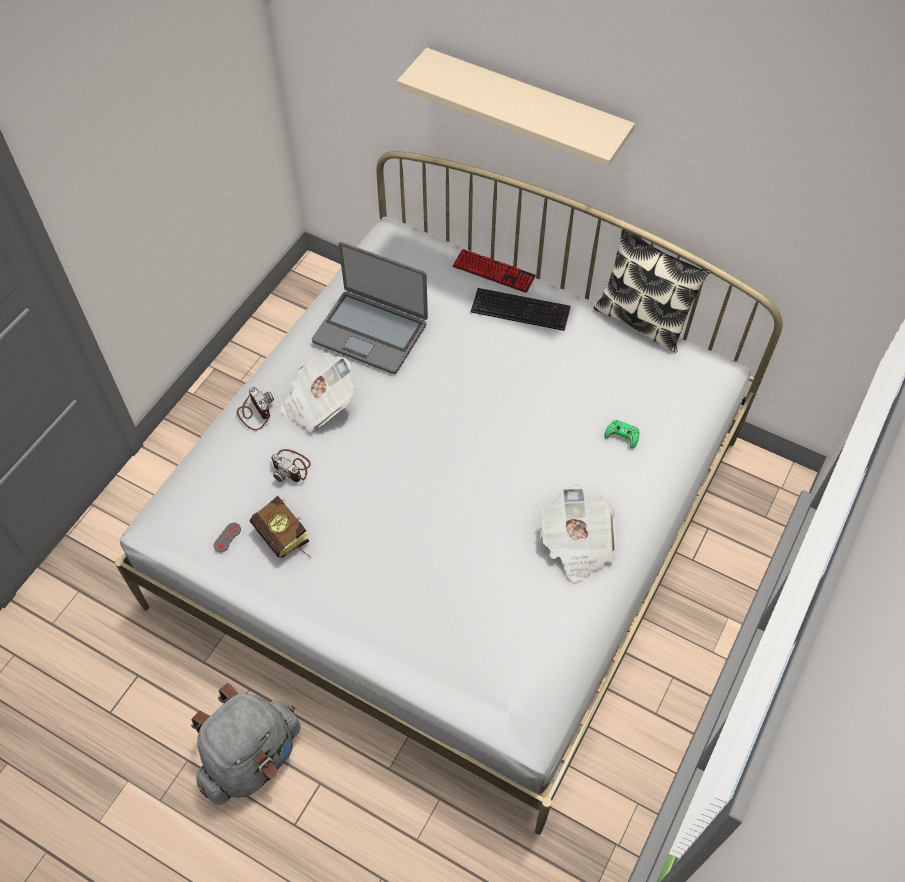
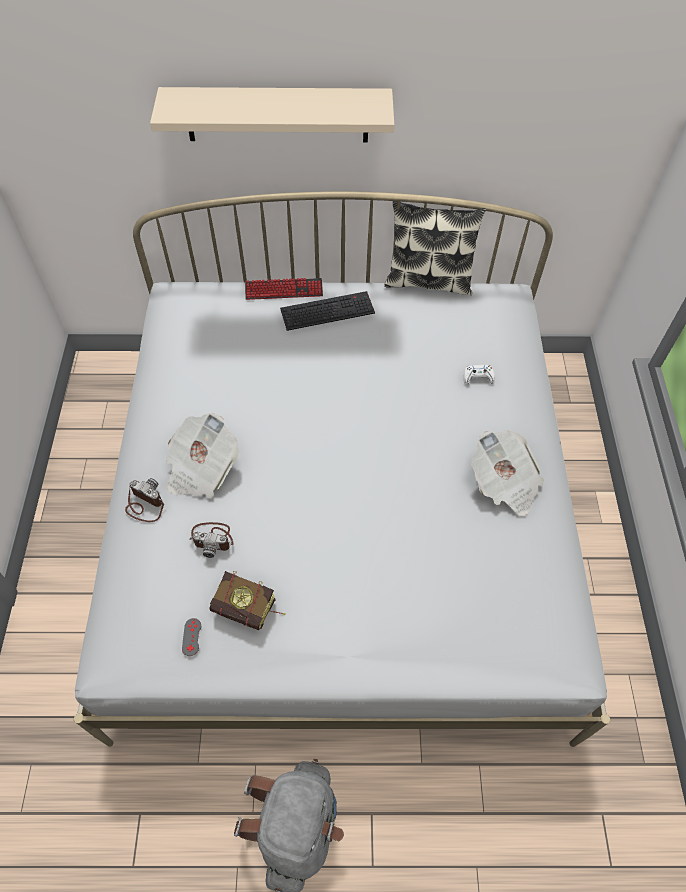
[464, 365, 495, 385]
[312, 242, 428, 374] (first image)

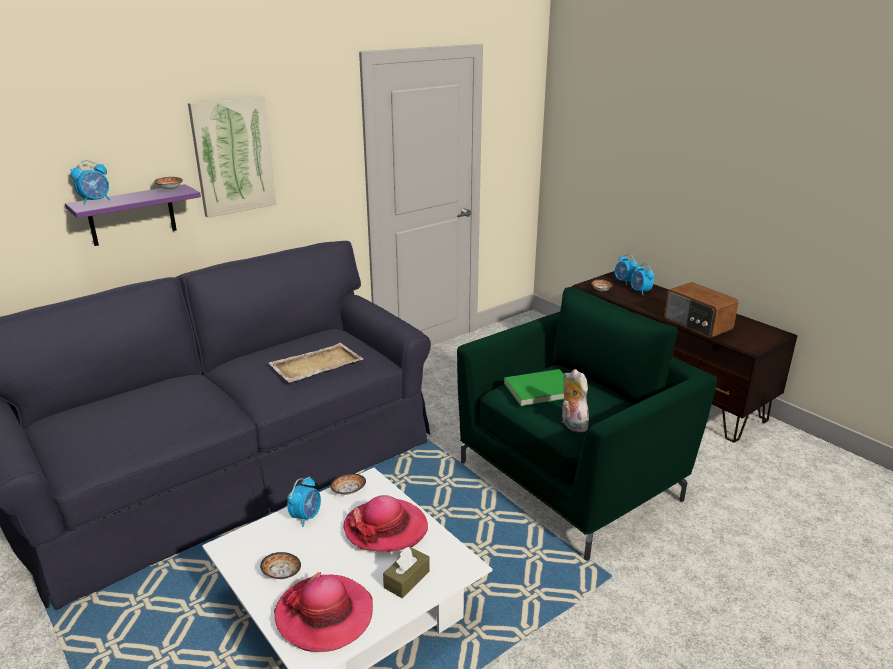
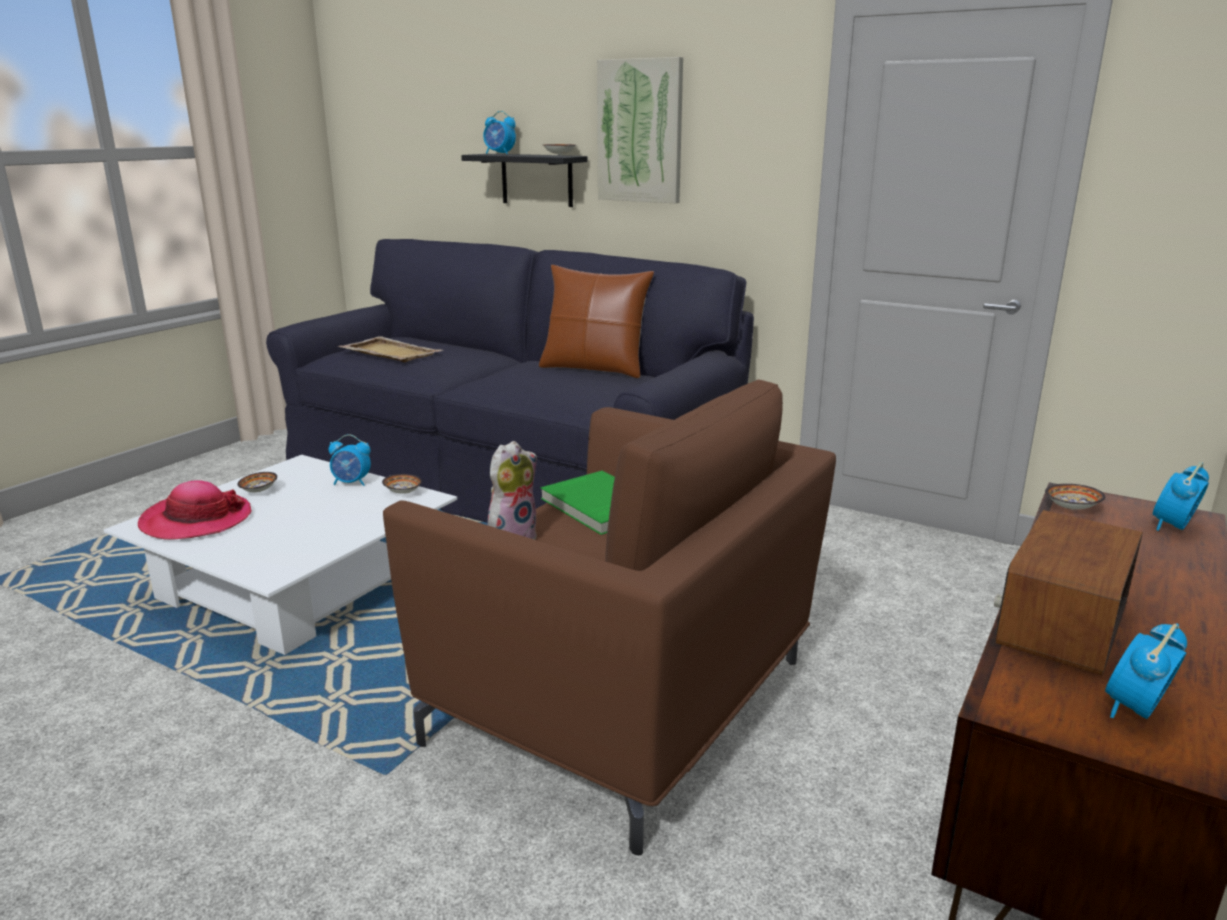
[338, 336, 443, 362]
[383, 379, 836, 855]
[461, 154, 588, 207]
[539, 265, 654, 378]
[1105, 623, 1187, 719]
[343, 495, 428, 552] (first image)
[383, 547, 430, 598] (first image)

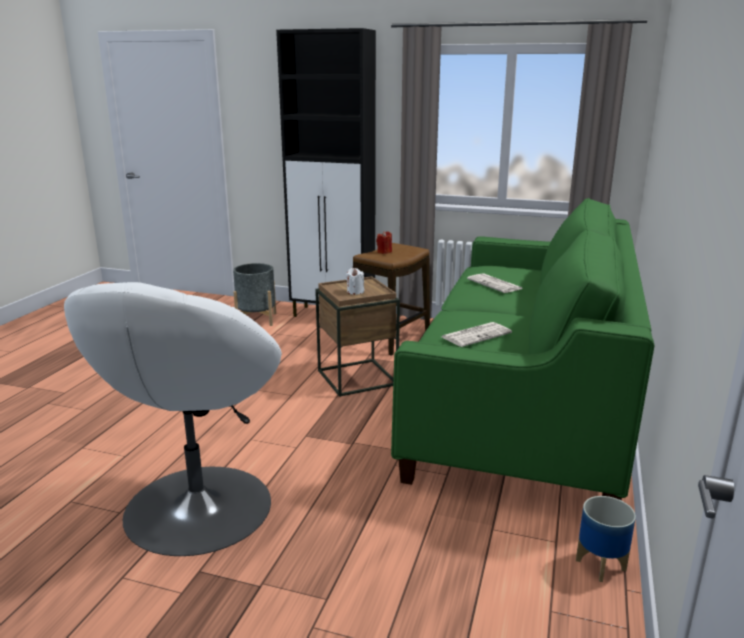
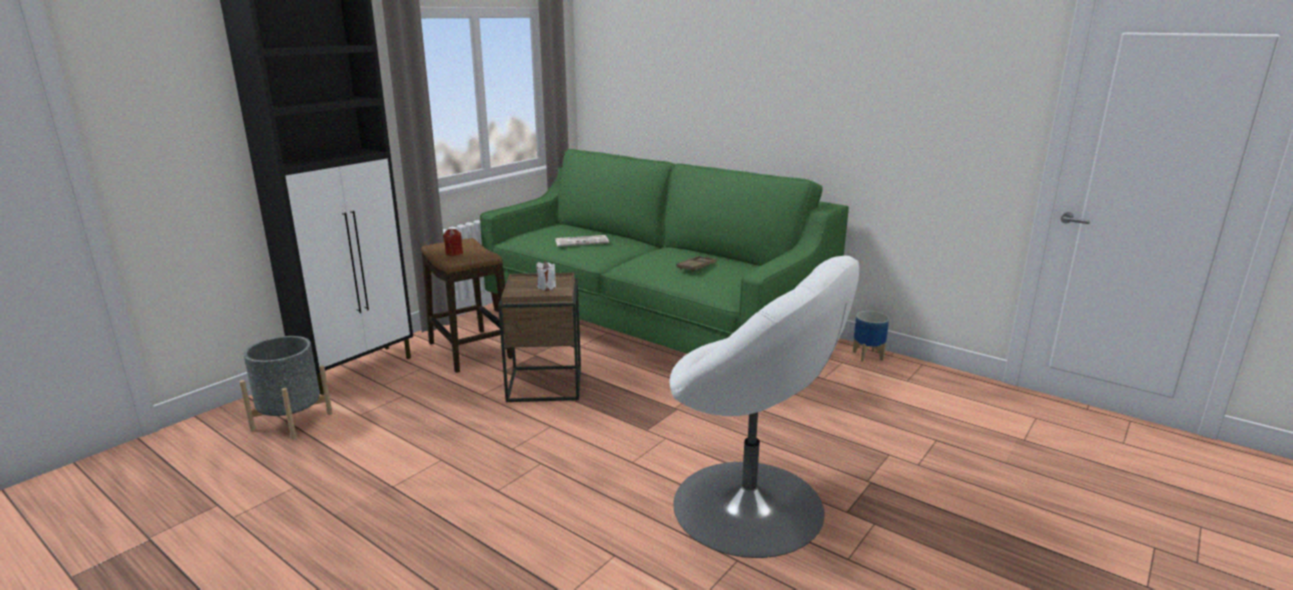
[676, 256, 717, 272]

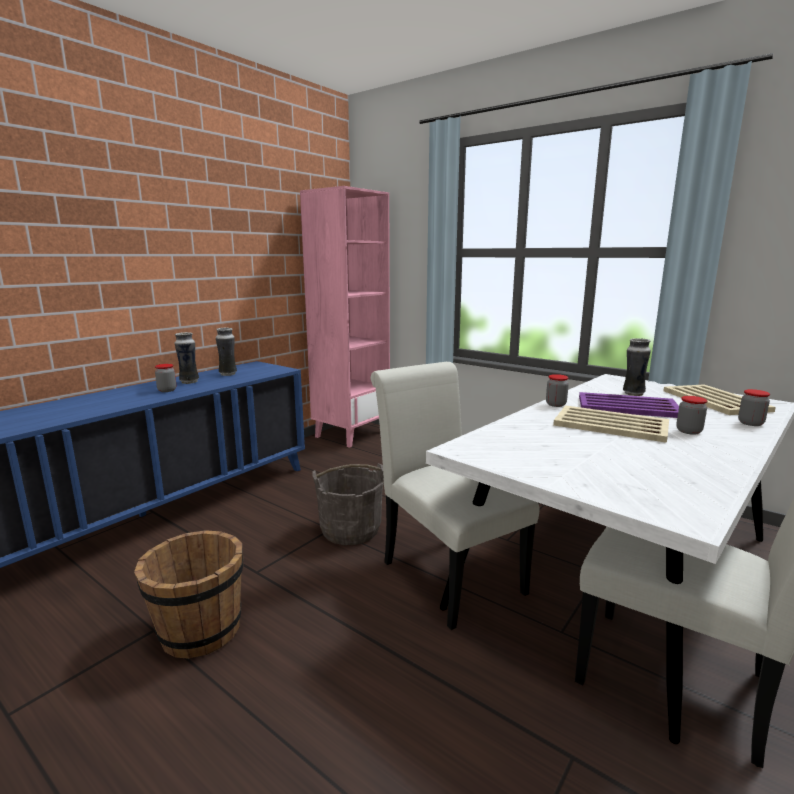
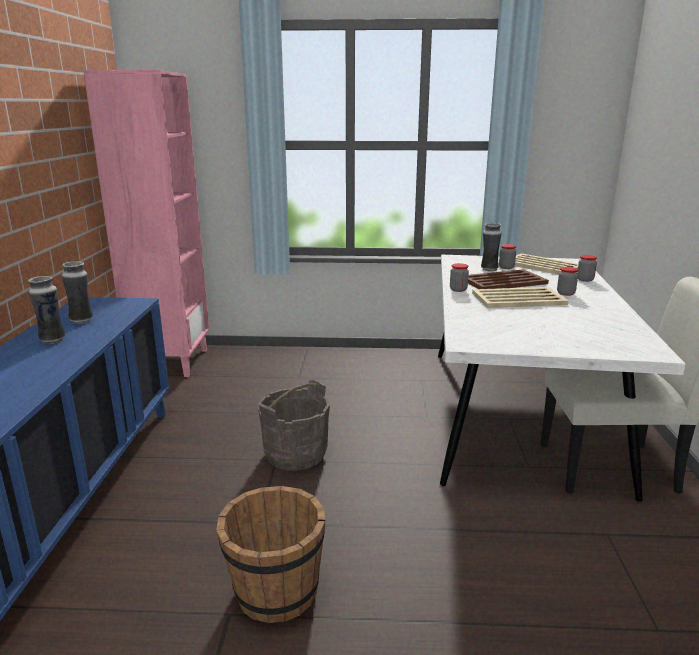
[468, 269, 549, 289]
[499, 244, 516, 269]
[371, 362, 540, 630] (first image)

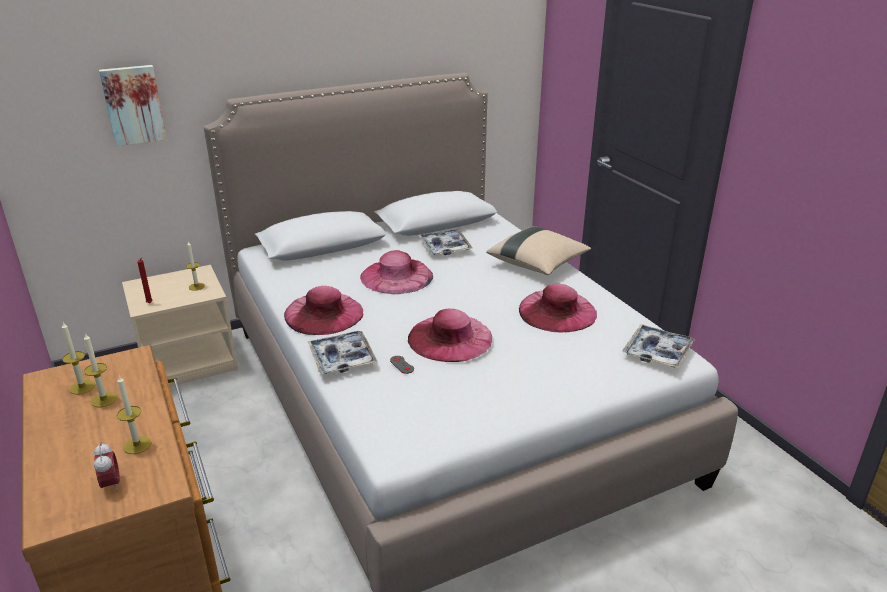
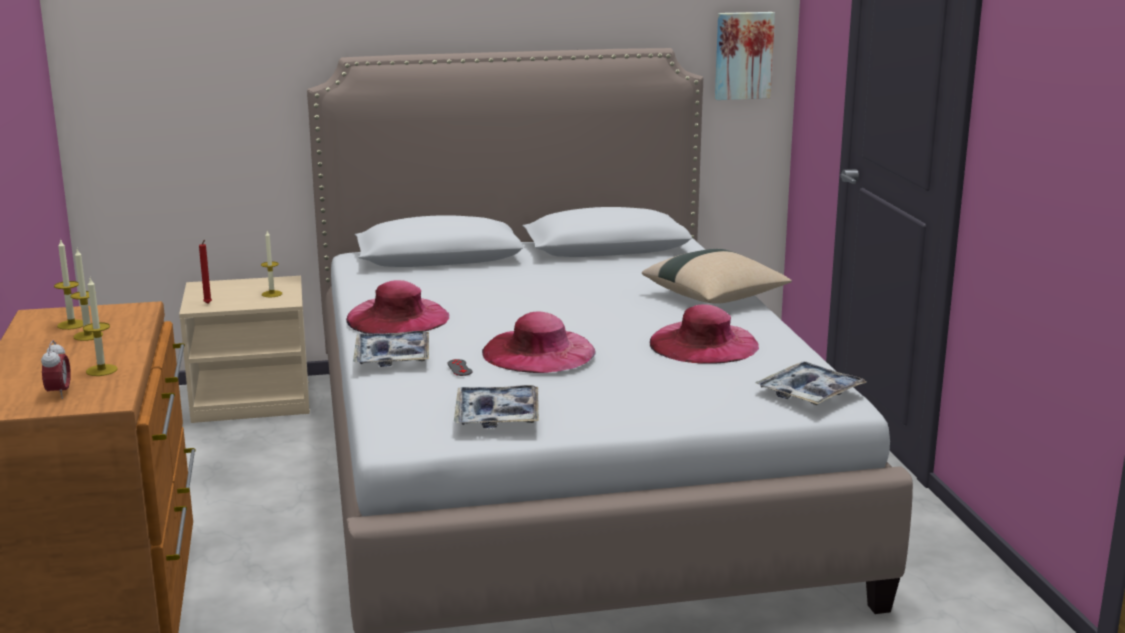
[454, 385, 539, 428]
[715, 12, 775, 100]
[360, 250, 433, 294] (first image)

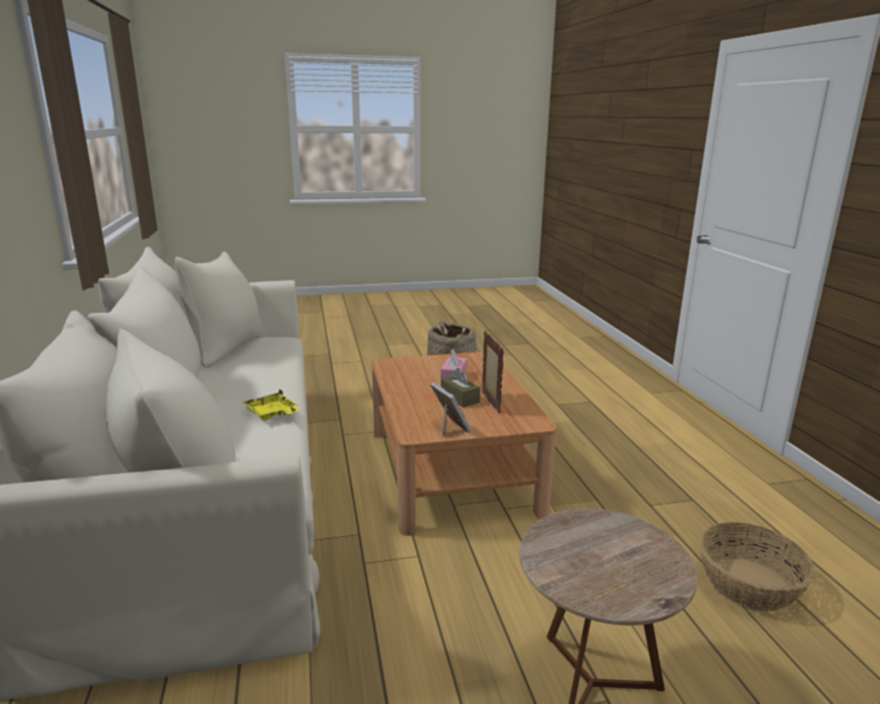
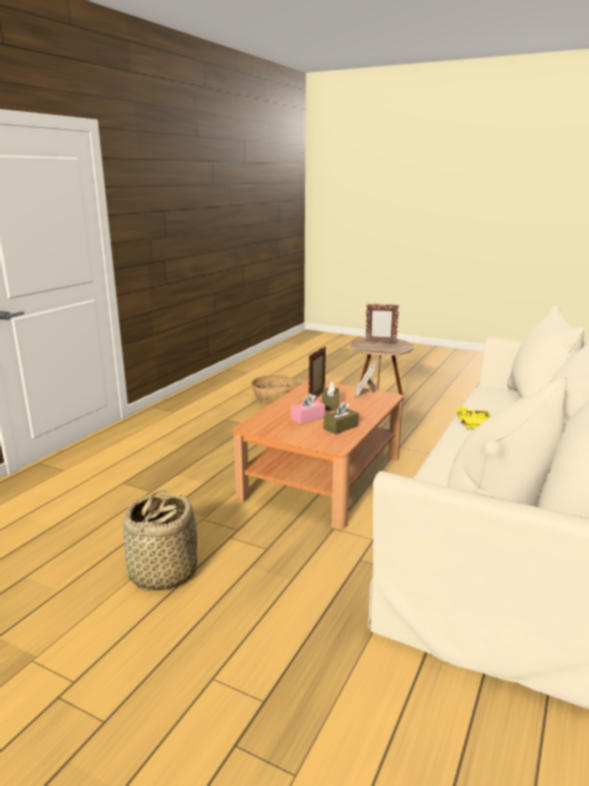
[324, 402, 359, 434]
[366, 304, 399, 343]

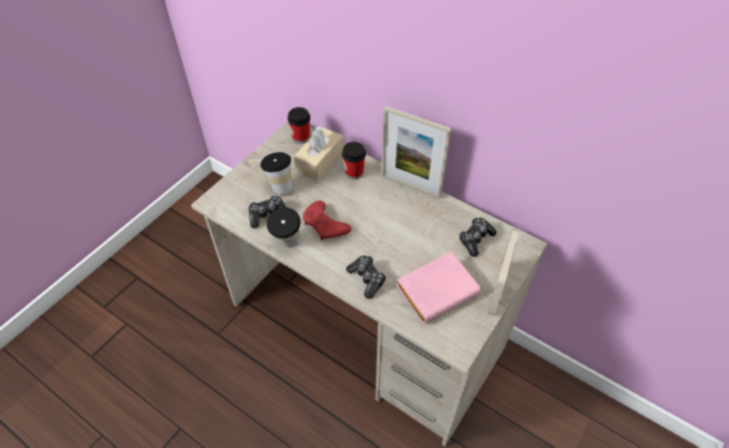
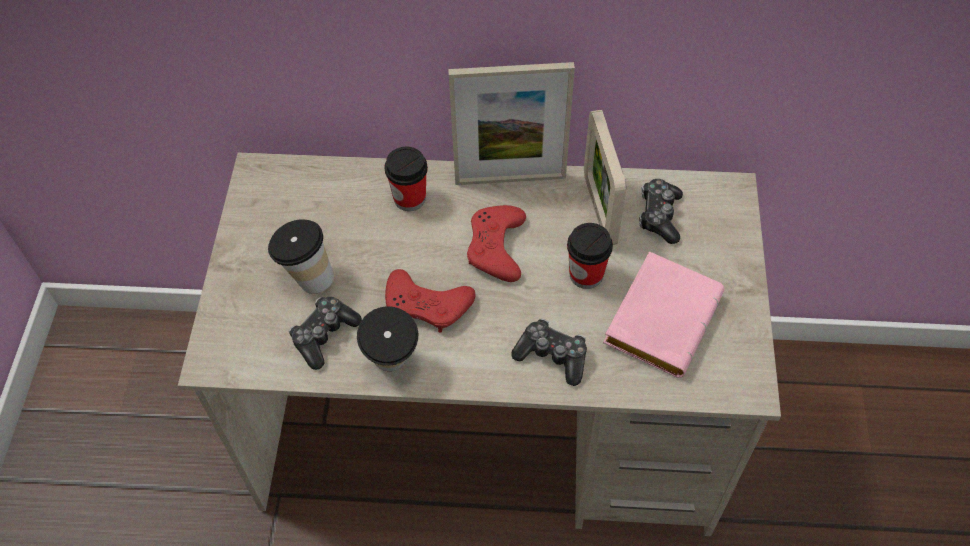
[467, 205, 526, 282]
[567, 223, 613, 289]
[584, 110, 626, 245]
[294, 126, 343, 181] (first image)

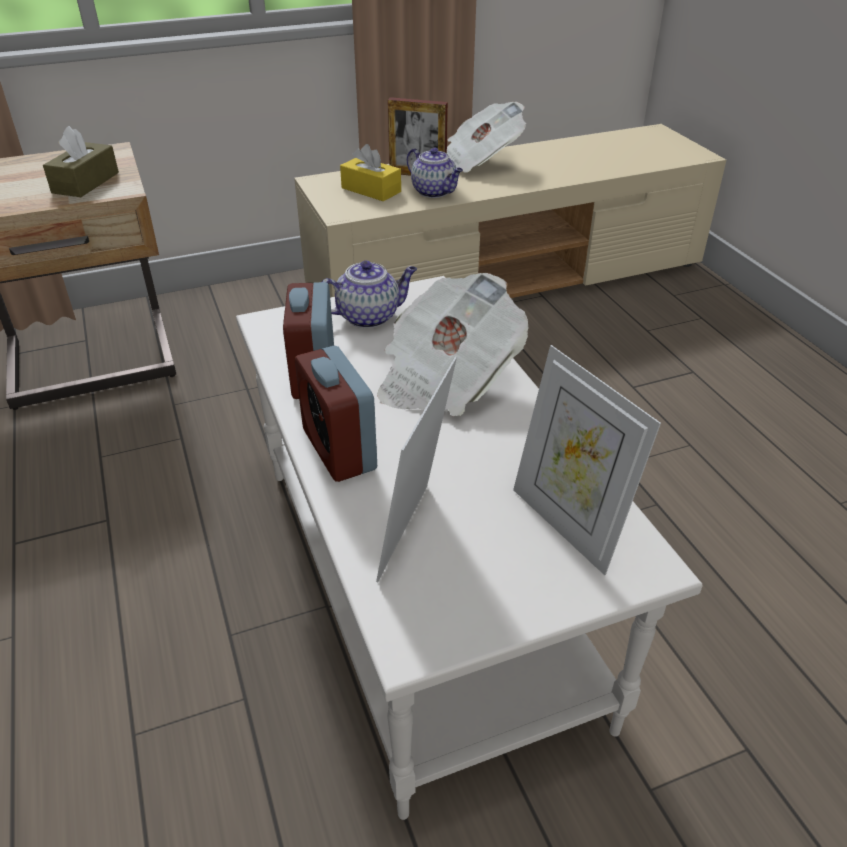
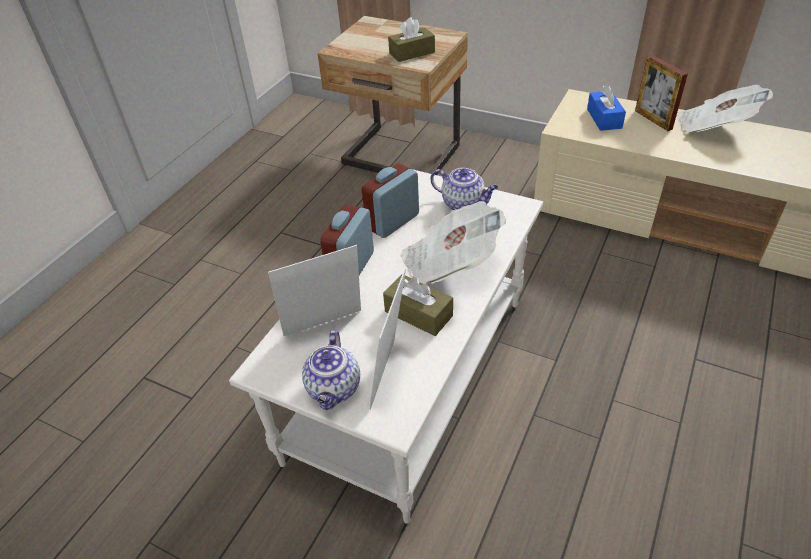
[302, 330, 360, 410]
[383, 275, 453, 336]
[587, 85, 626, 131]

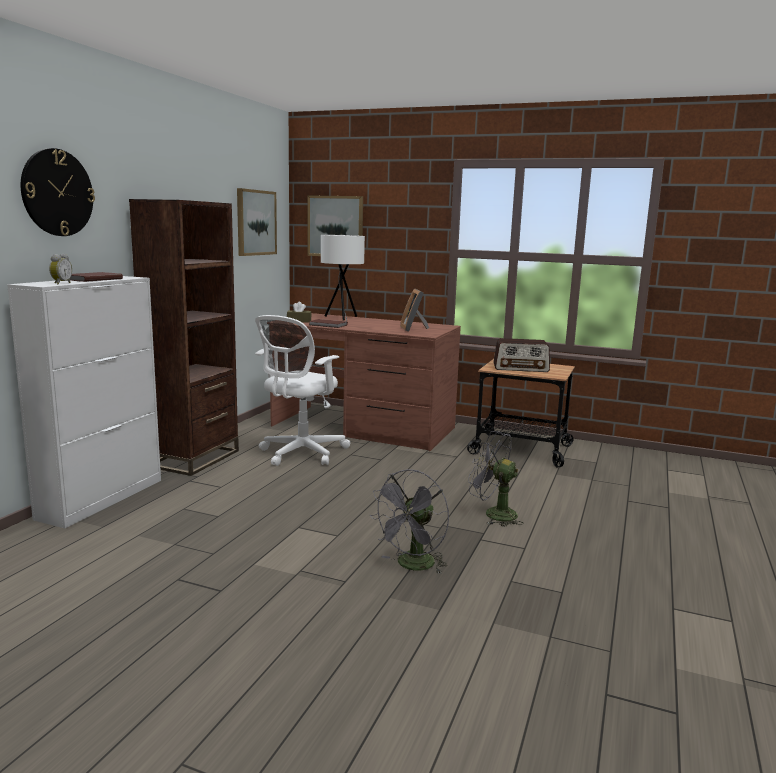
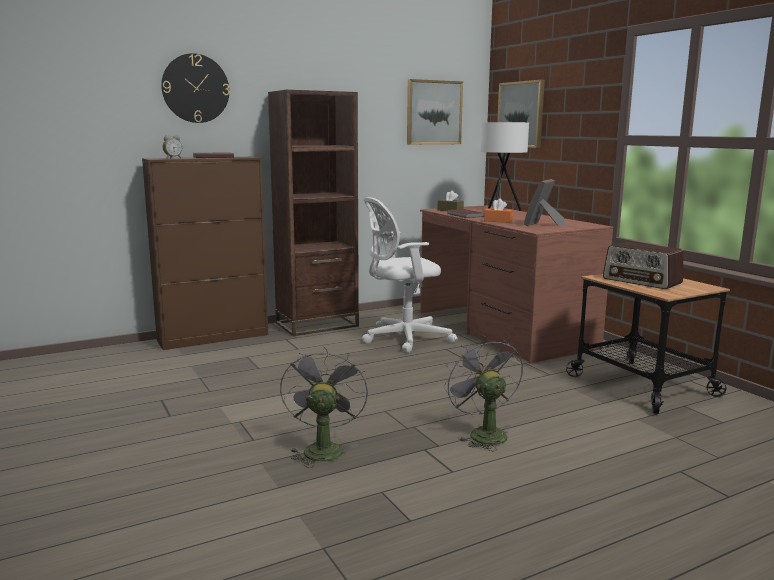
[142, 157, 268, 350]
[280, 346, 368, 468]
[484, 198, 513, 223]

